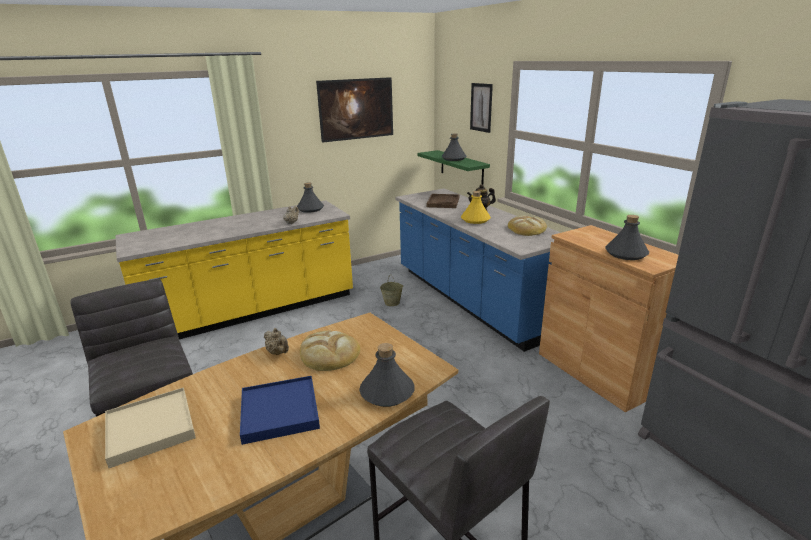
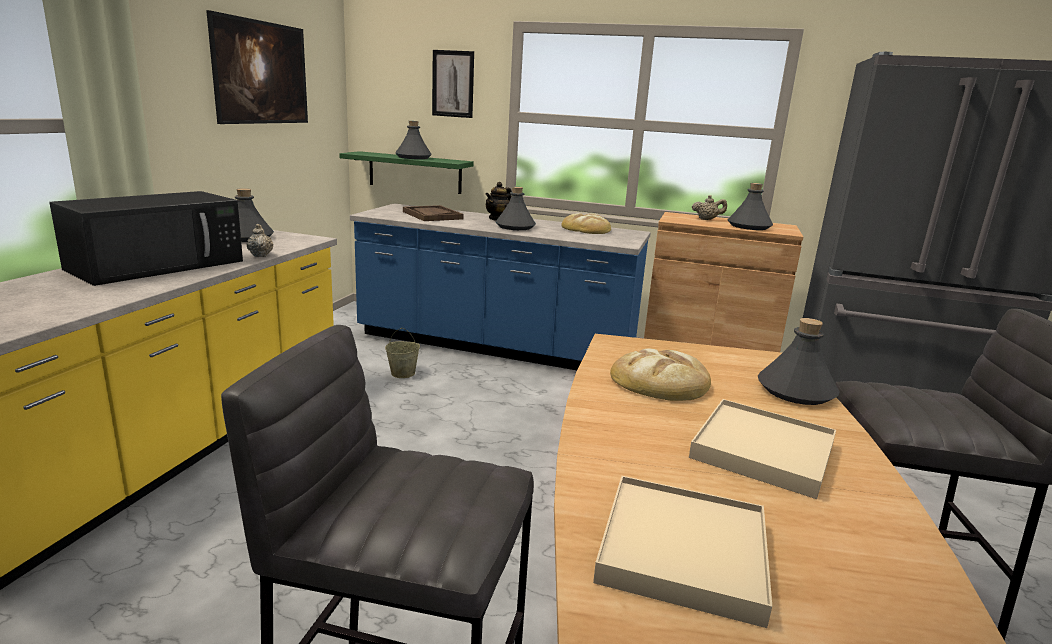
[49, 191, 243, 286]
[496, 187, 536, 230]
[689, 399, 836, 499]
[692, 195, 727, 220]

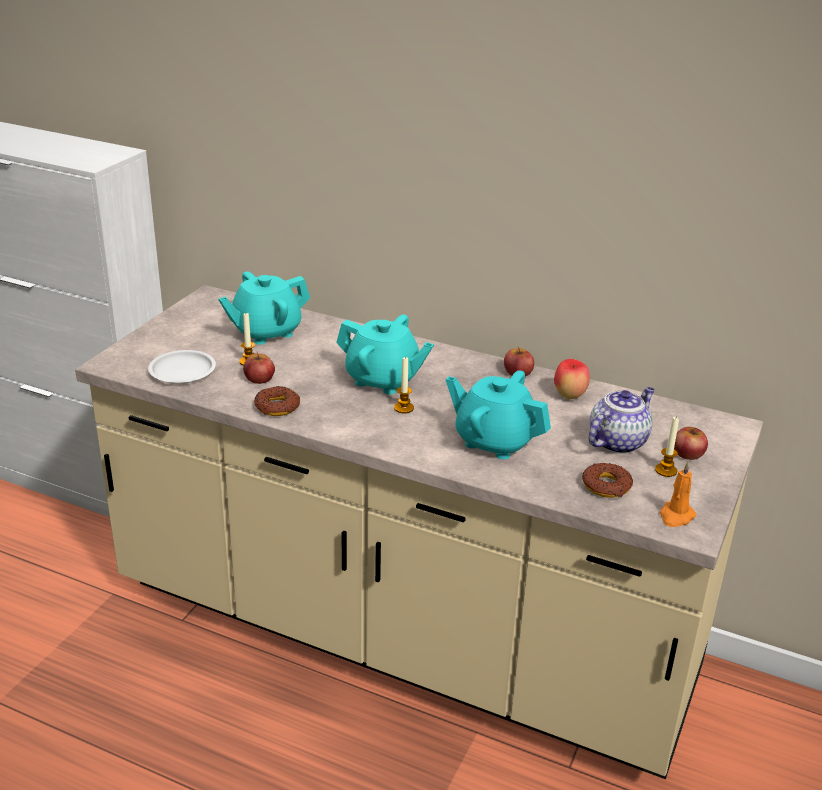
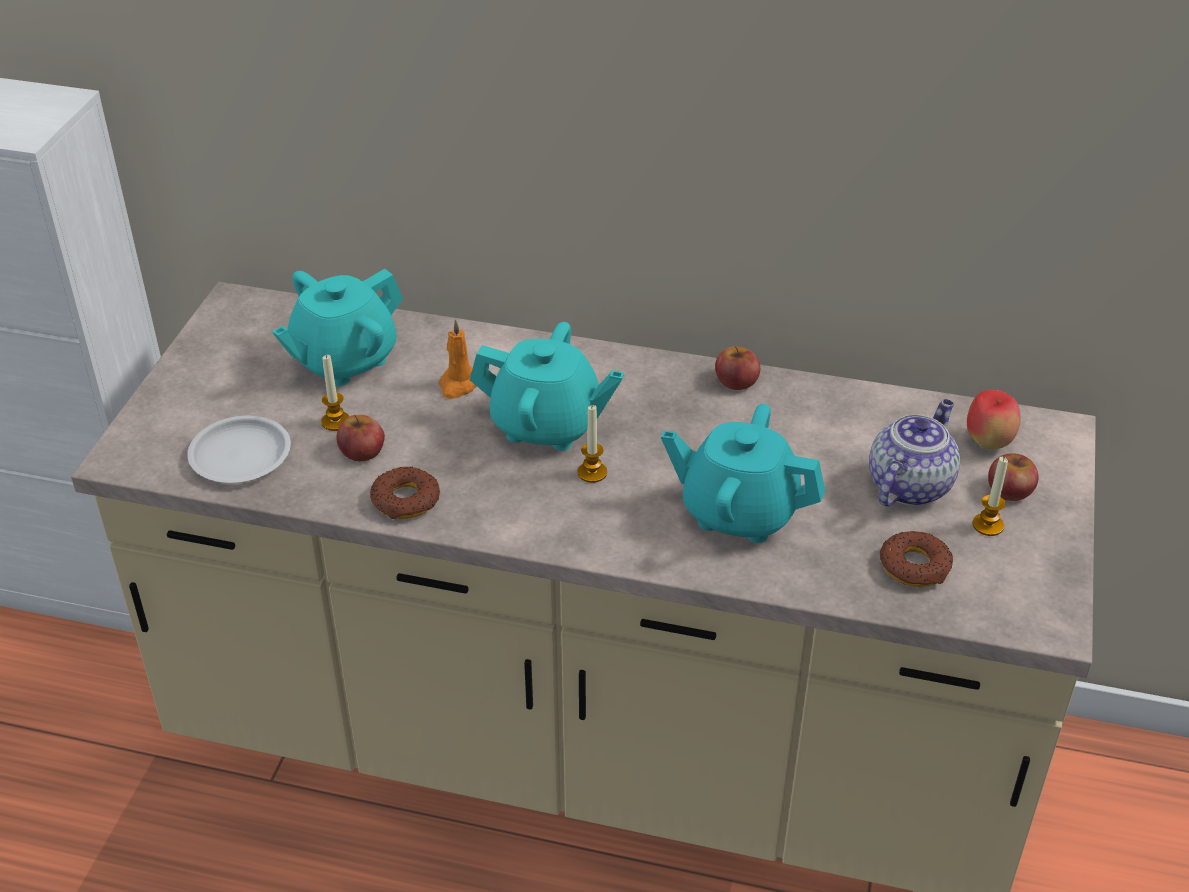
[439, 319, 476, 399]
[967, 390, 1020, 450]

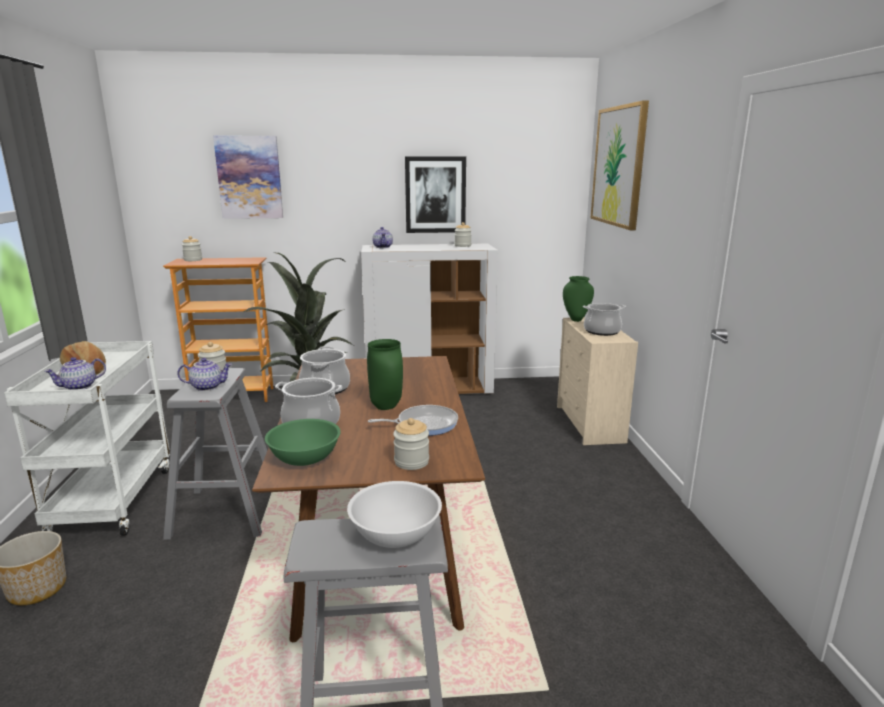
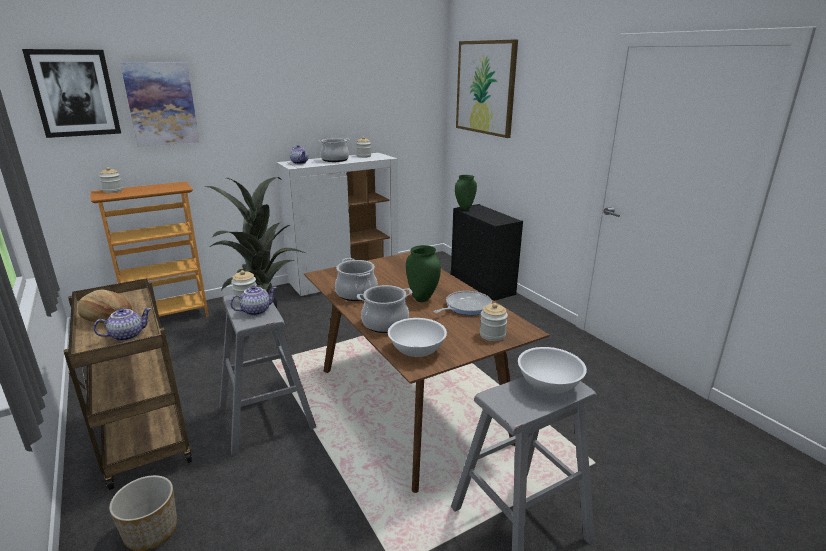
[22, 49, 121, 138]
[64, 278, 192, 490]
[93, 308, 151, 341]
[318, 138, 350, 162]
[388, 318, 447, 357]
[451, 204, 523, 301]

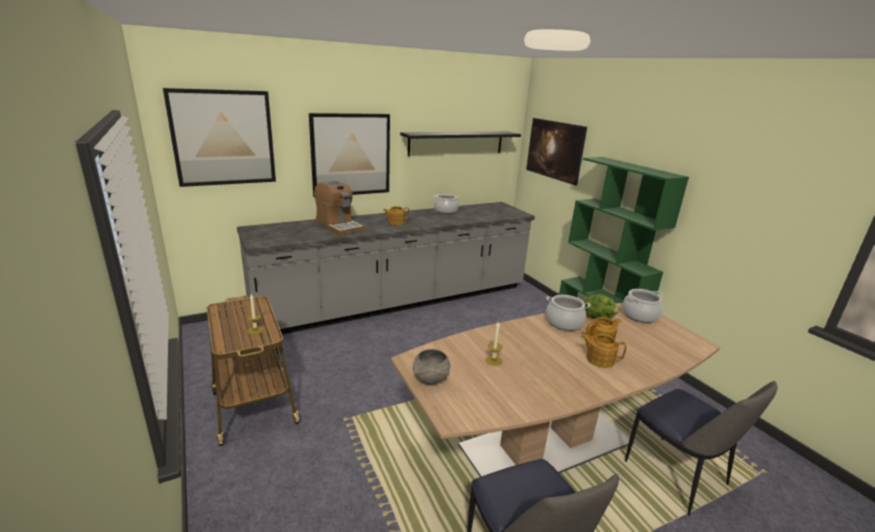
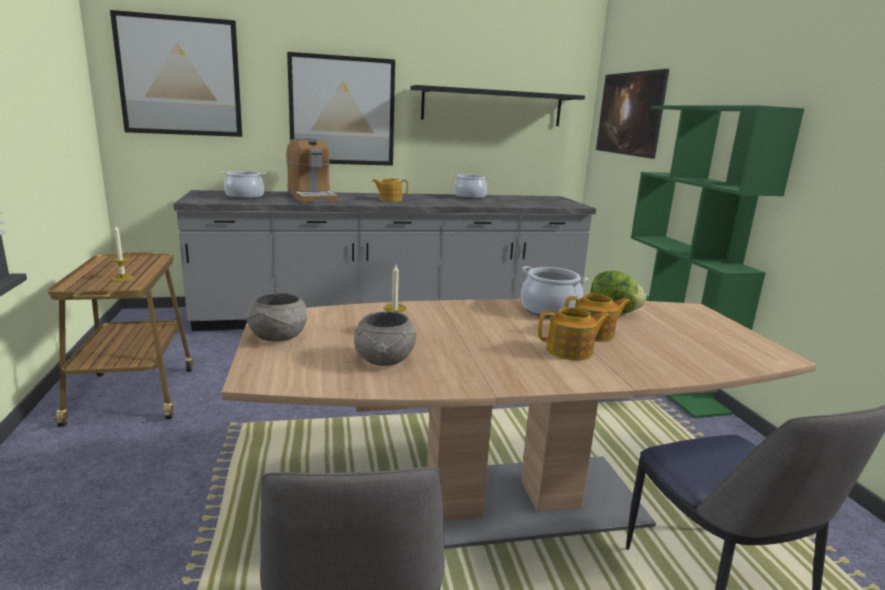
[221, 171, 266, 199]
[354, 311, 417, 366]
[538, 307, 611, 361]

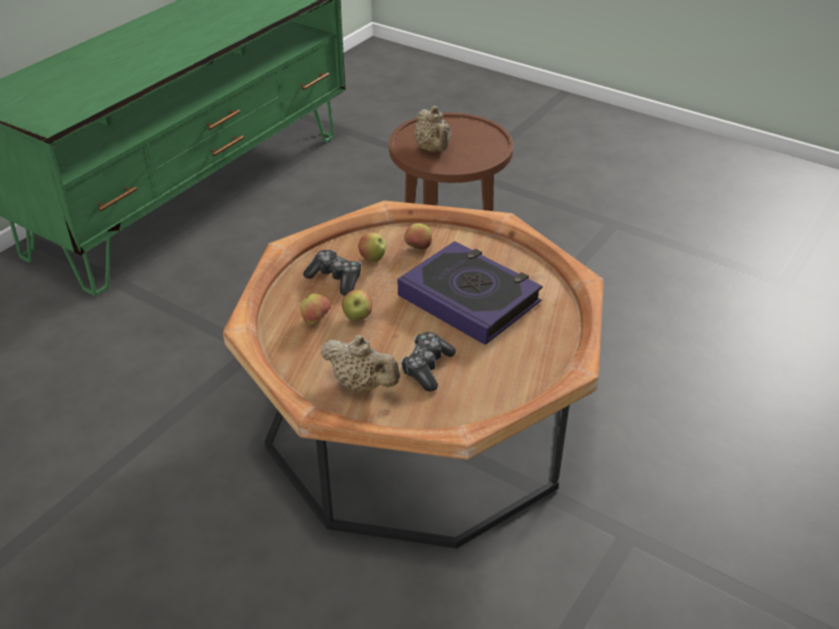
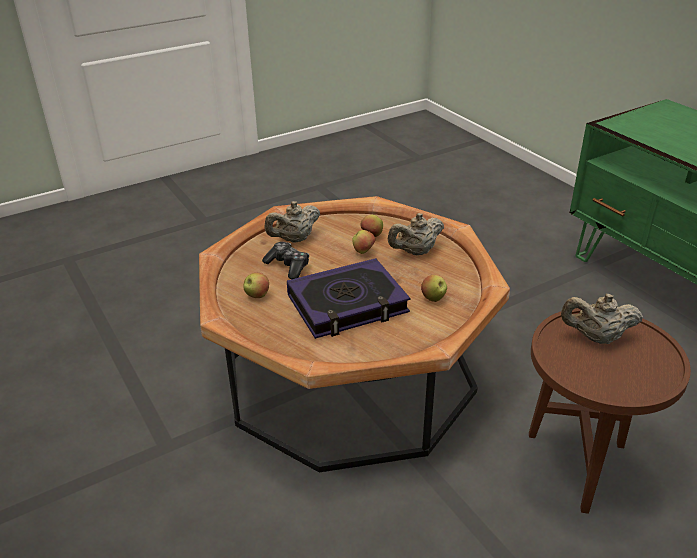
[243, 273, 269, 298]
[388, 213, 444, 255]

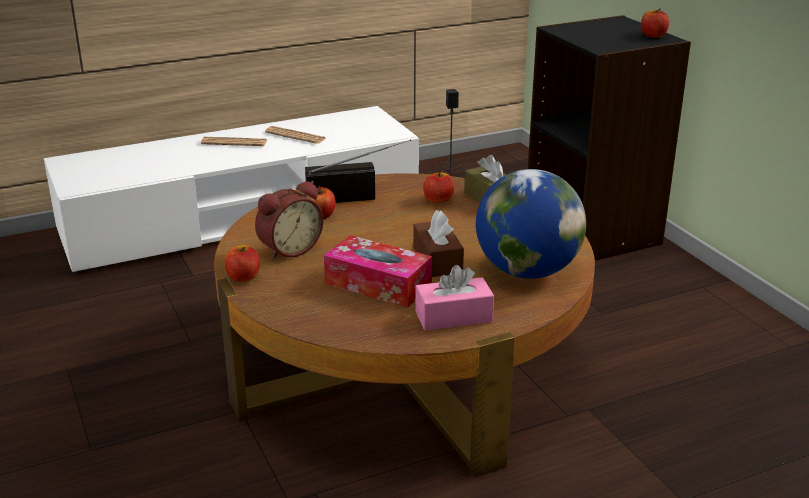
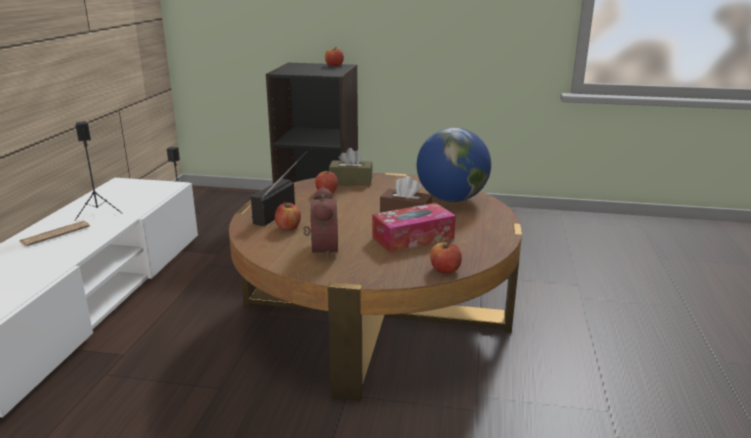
[75, 121, 122, 221]
[430, 241, 462, 273]
[415, 265, 494, 330] (first image)

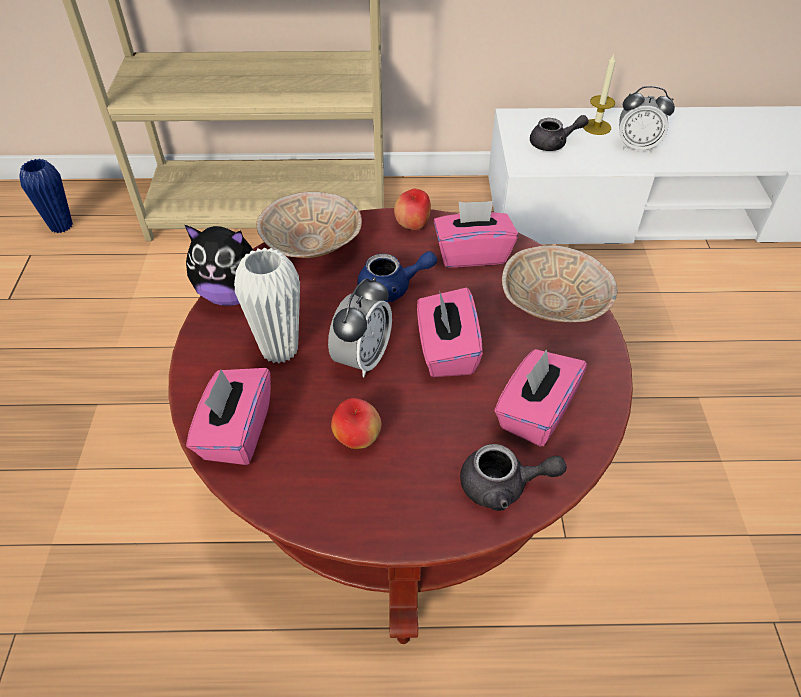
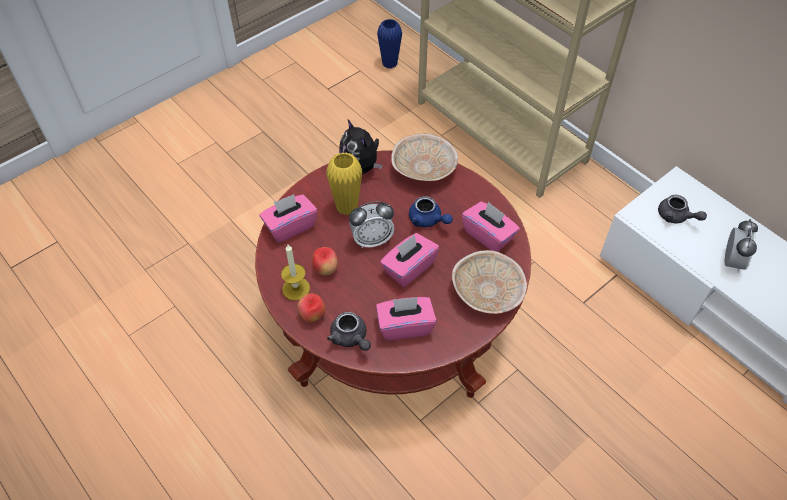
[281, 245, 310, 301]
[298, 293, 325, 322]
[326, 152, 362, 215]
[724, 219, 758, 272]

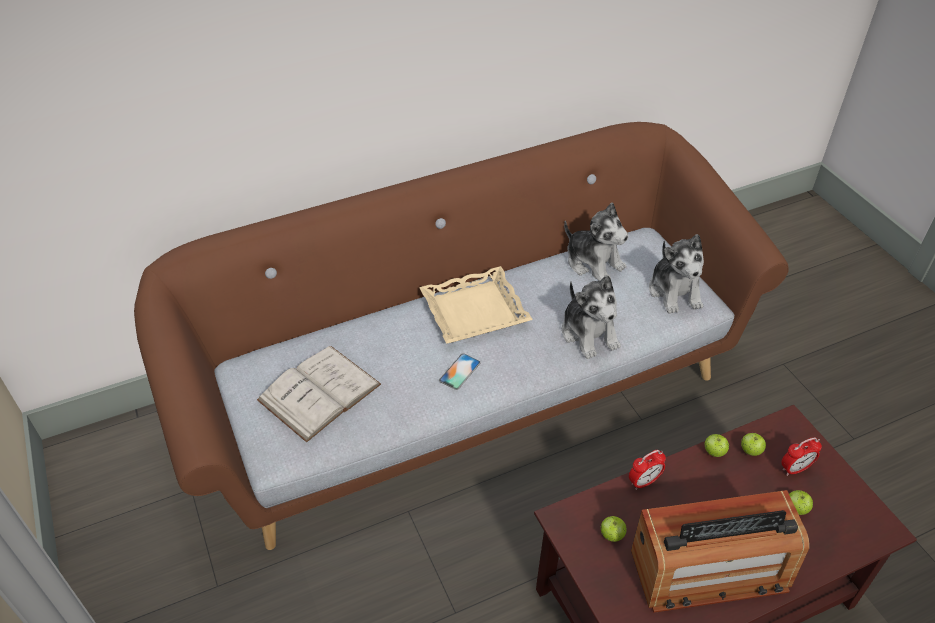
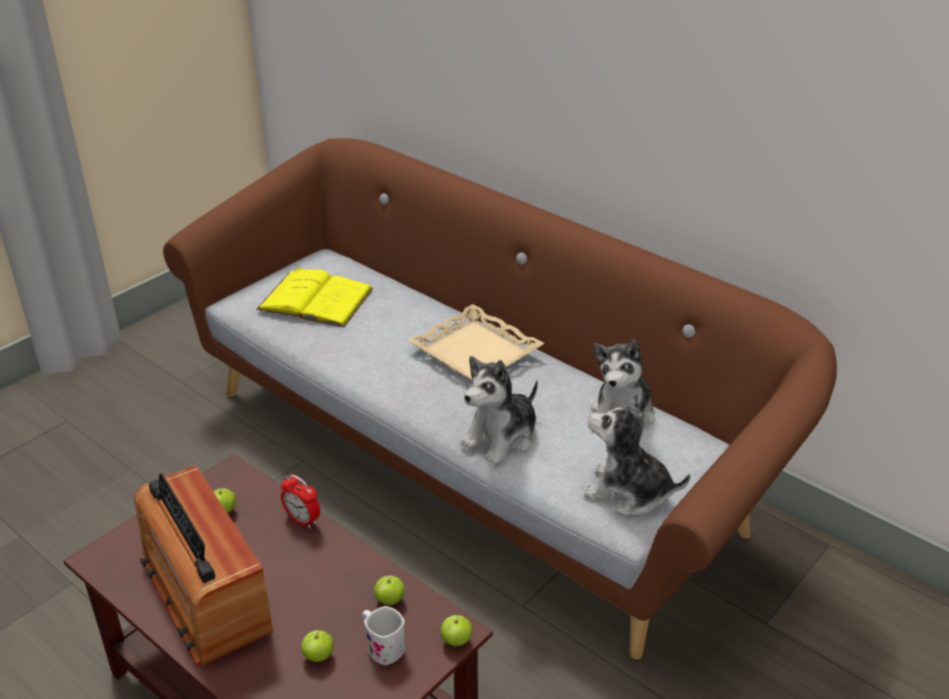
[256, 267, 373, 327]
[362, 606, 405, 665]
[440, 614, 472, 646]
[584, 394, 690, 516]
[439, 353, 480, 390] (first image)

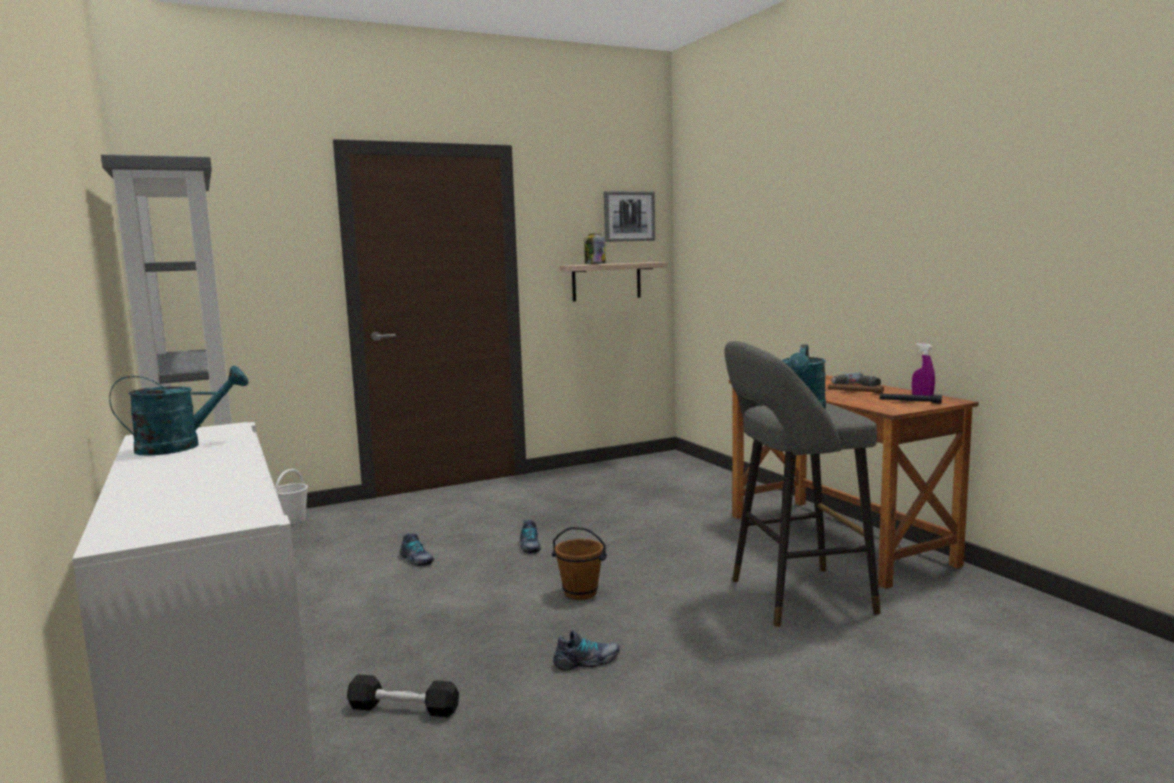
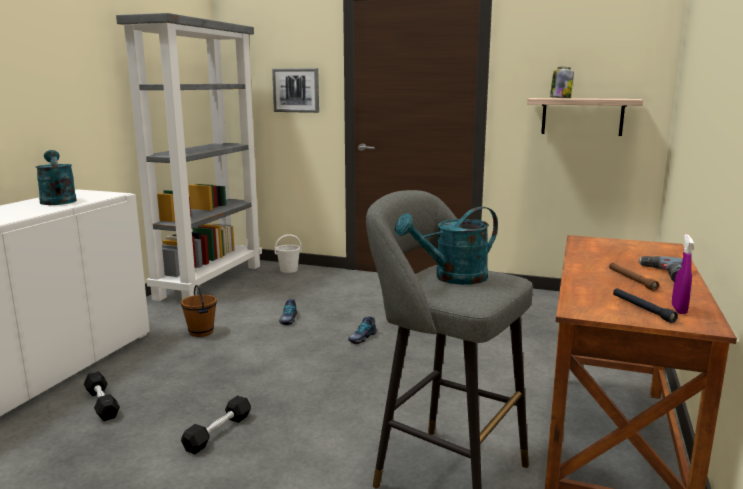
[36, 150, 77, 205]
[181, 285, 217, 337]
[181, 395, 251, 454]
[272, 68, 319, 113]

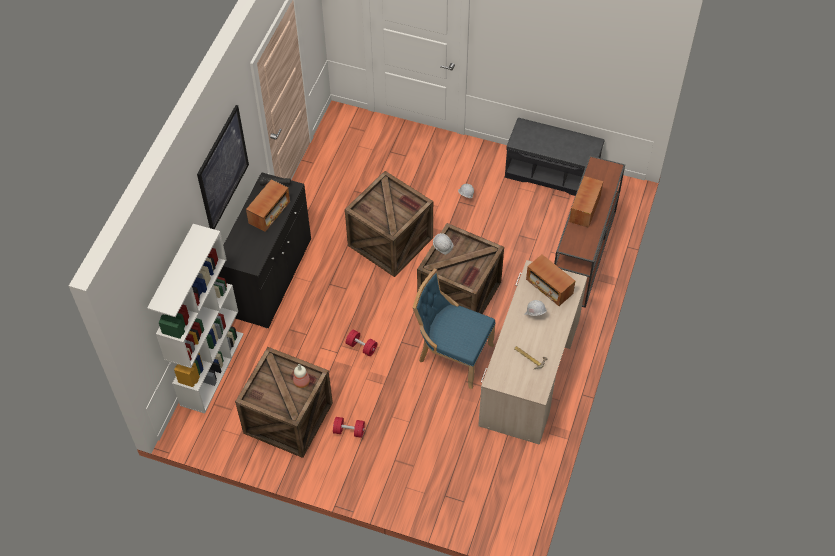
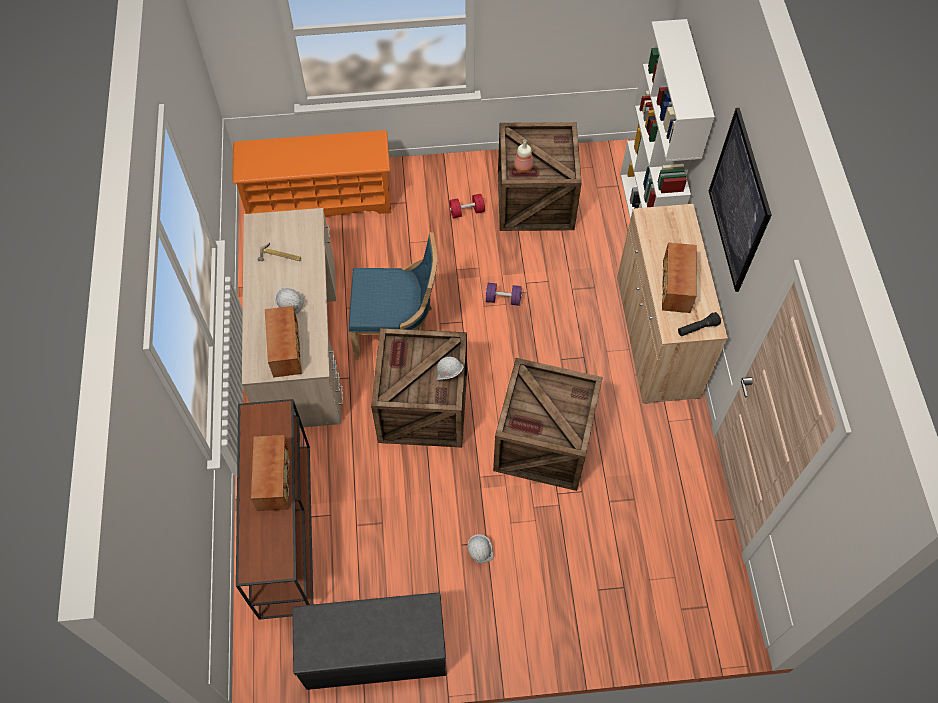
[232, 130, 391, 217]
[265, 306, 302, 378]
[485, 283, 522, 306]
[617, 204, 728, 404]

